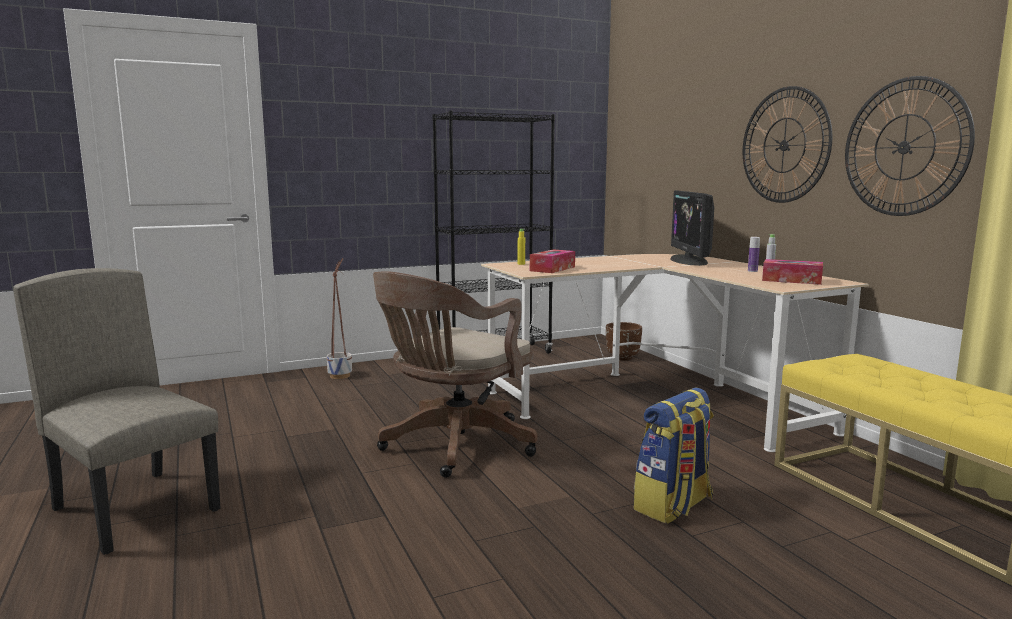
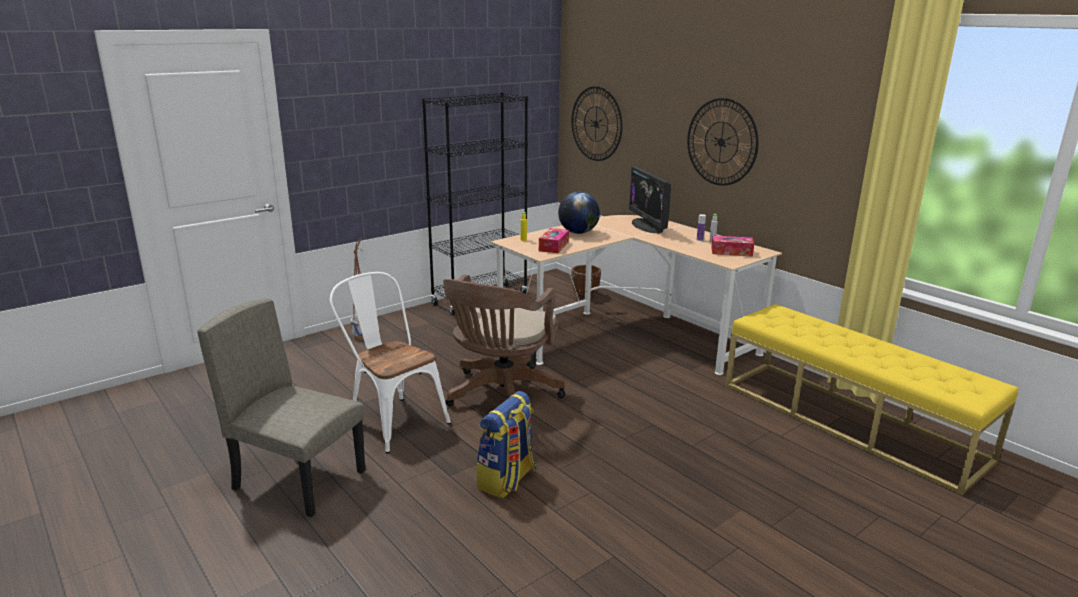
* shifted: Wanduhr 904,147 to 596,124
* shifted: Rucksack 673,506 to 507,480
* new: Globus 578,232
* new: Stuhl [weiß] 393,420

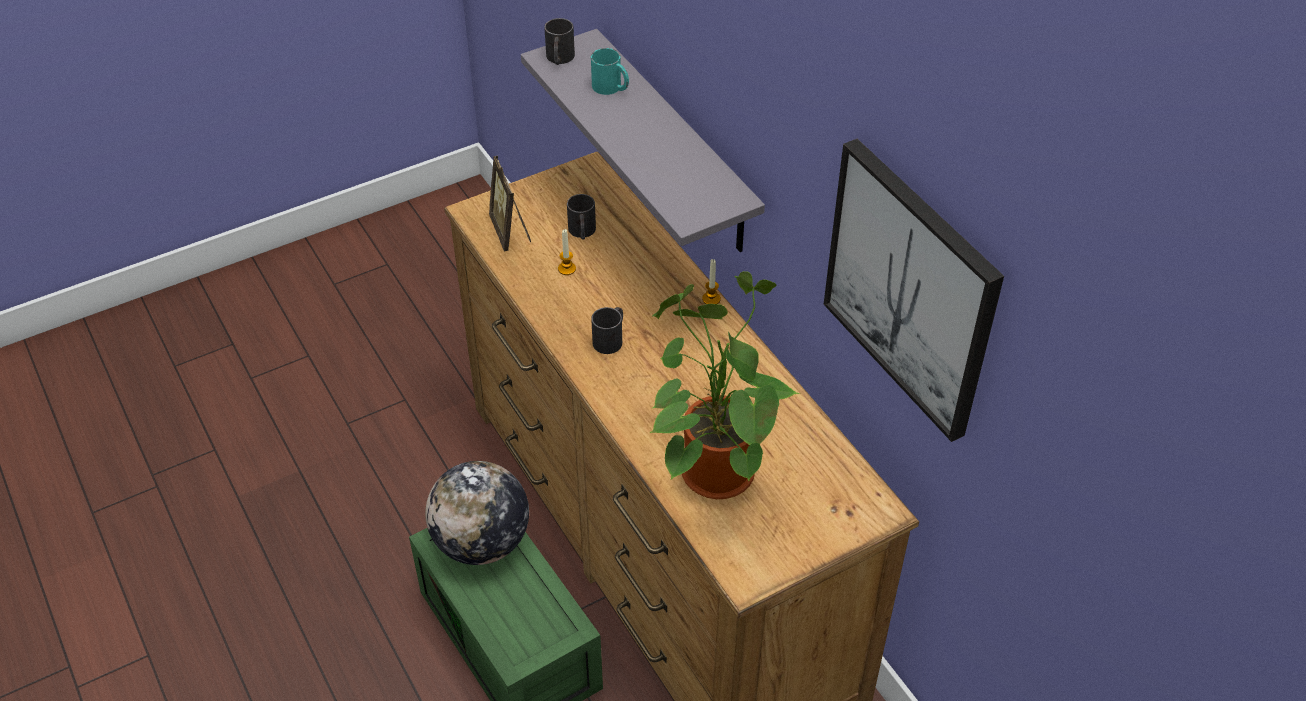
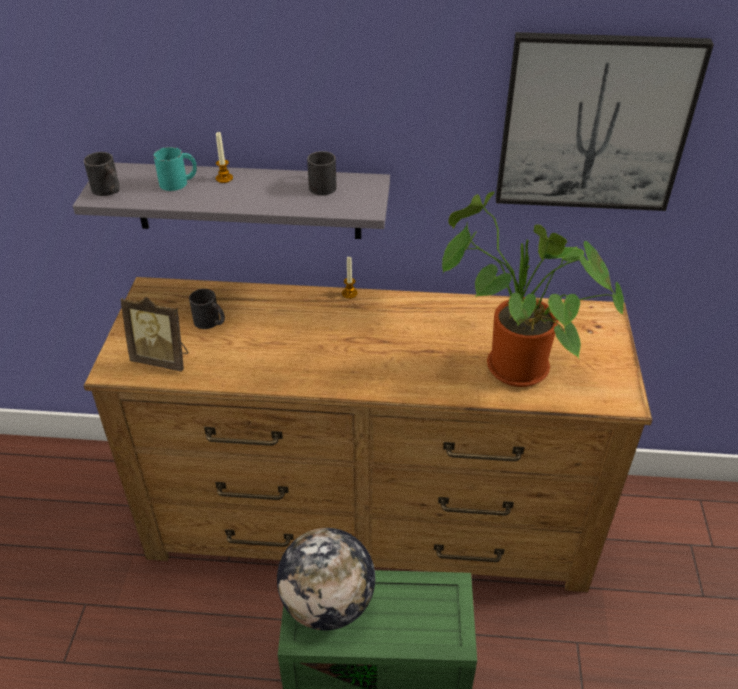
* shifted: Kerze 567,269 to 224,178
* shifted: Henkelbecher [schwarz] 611,338 to 320,185

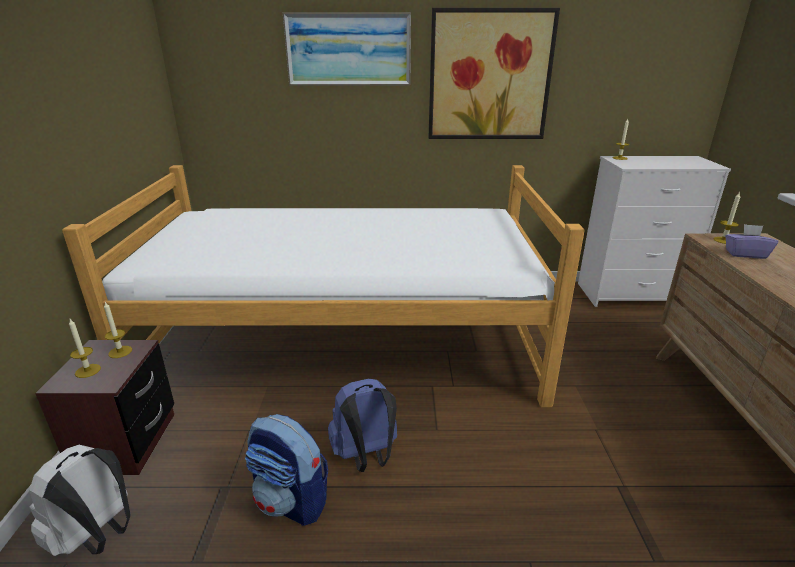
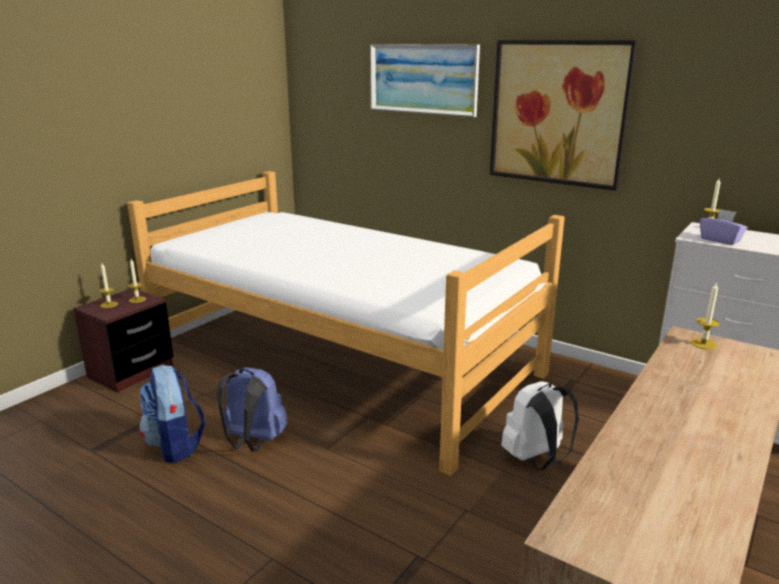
* shifted: Taschentuchbox [lila] 745,254 to 720,240
* shifted: Rucksack [weiß] 97,535 to 536,459

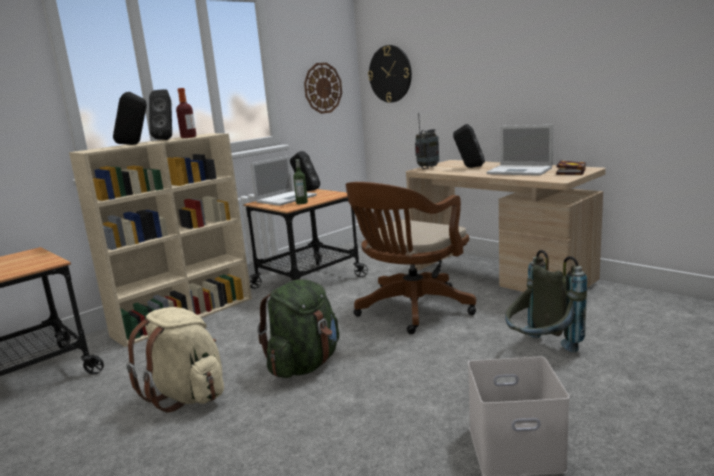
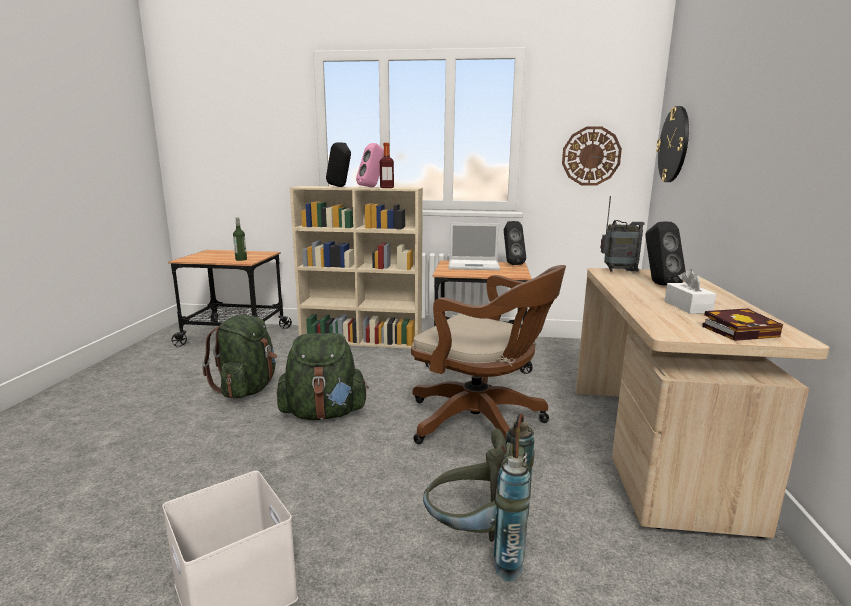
* repainted: Lautsprecher [schwarz] 167,139 to Lautsprecher [rosa] 372,187
* swapped: Laptop 521,171 to Taschentuchbox [weiß] 687,307
* shifted: Flasche 302,203 to 241,259
* rotated: Bürostuhl [braun] 410,310 = 482,424 150 degrees counterclockwise
* repainted: Rucksack [beige] 187,395 to Rucksack [grün] 247,389

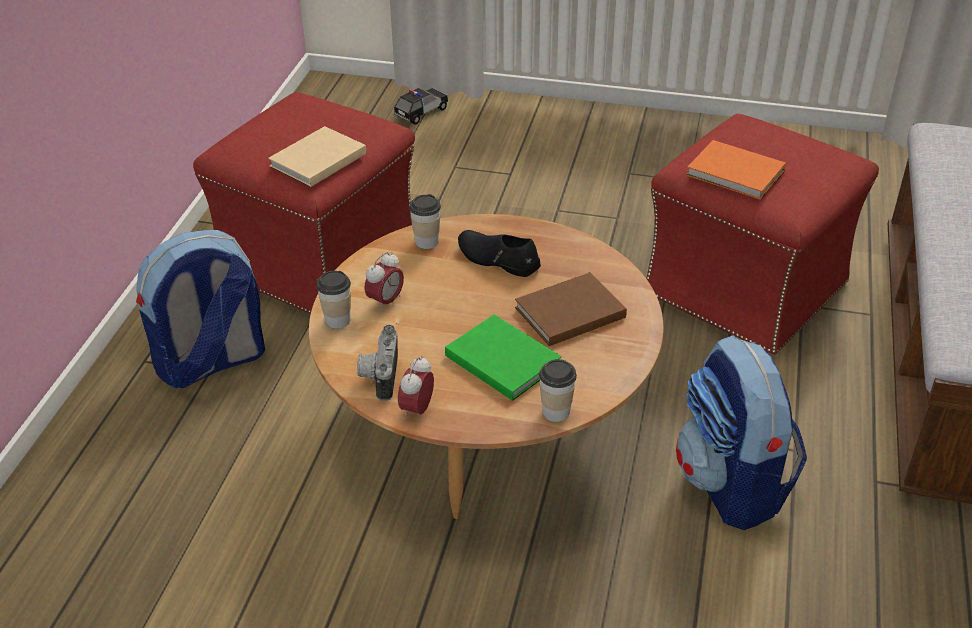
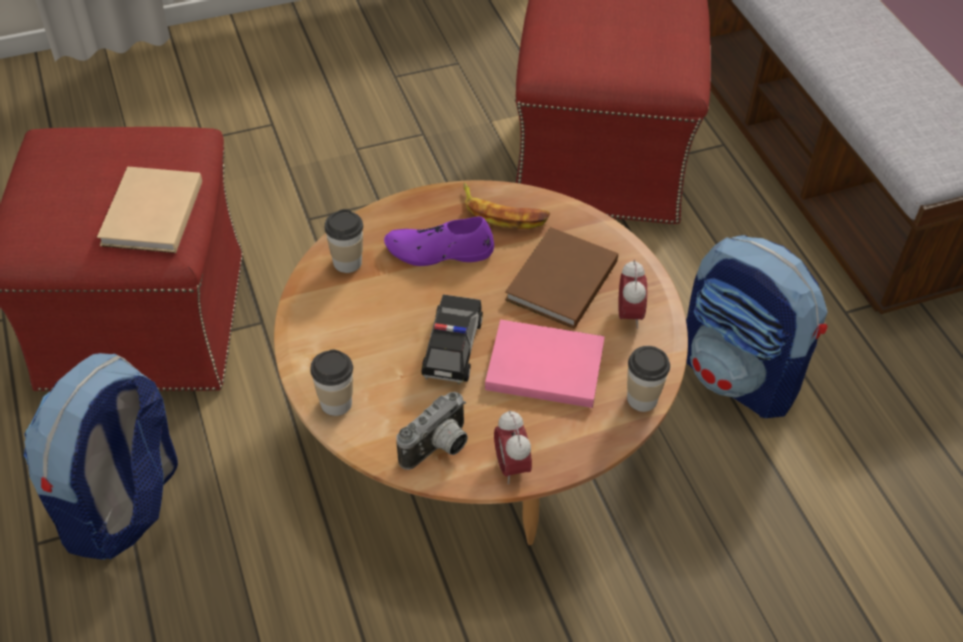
* shifted: Spielzeugauto 421,113 to 452,349
* gone: Buch [orange] 737,174
* repainted: Schuh [schwarz] 497,259 to Schuh [lila] 439,251
* shifted: Wecker 385,302 to 629,315
* repainted: Buch [grün] 502,358 to Buch [rosa] 542,365
* rotated: Kamera 378,376 = 439,448 105 degrees counterclockwise
* new: Banane 503,213

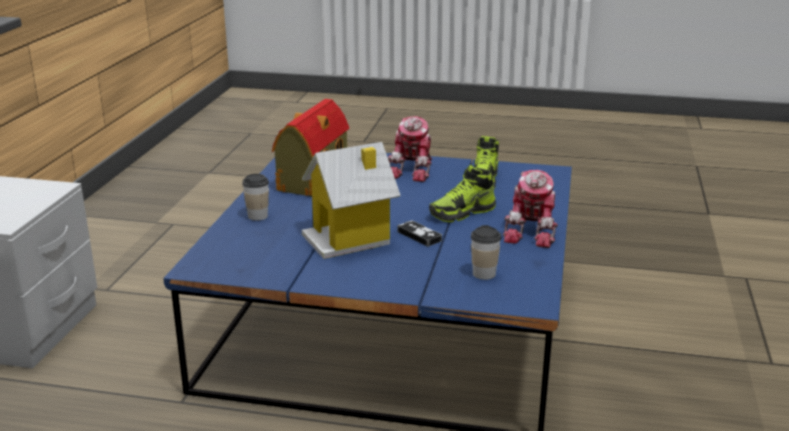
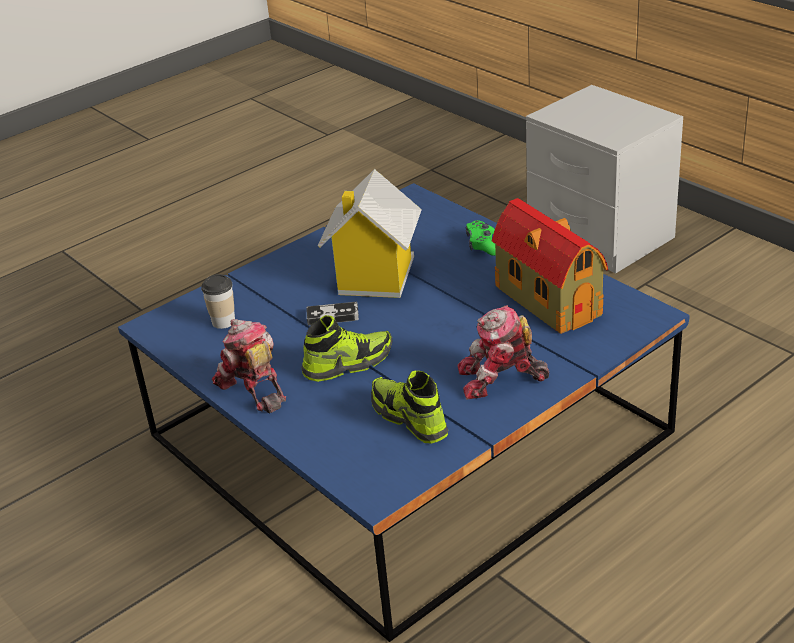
* rotated: Spielzeugroboter 414,170 = 500,379 60 degrees counterclockwise
* rotated: Schuh 462,213 = 348,363 60 degrees clockwise
* swapped: Tasse 257,216 to Gamepad [grün] 482,245

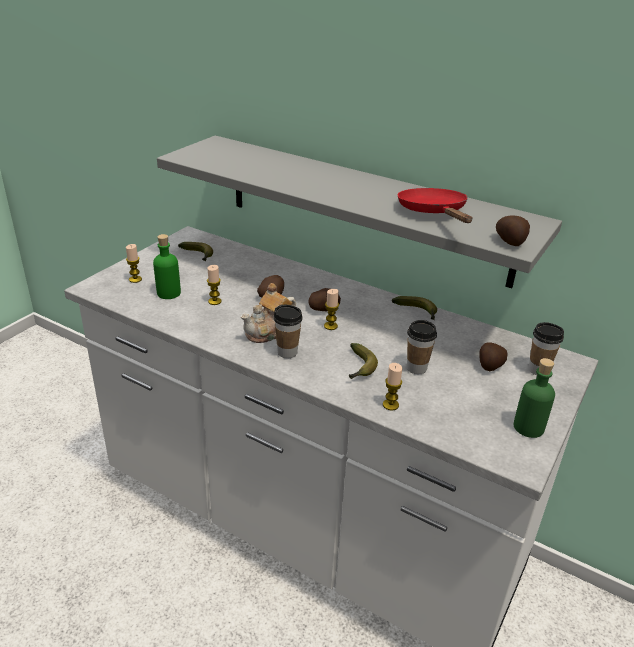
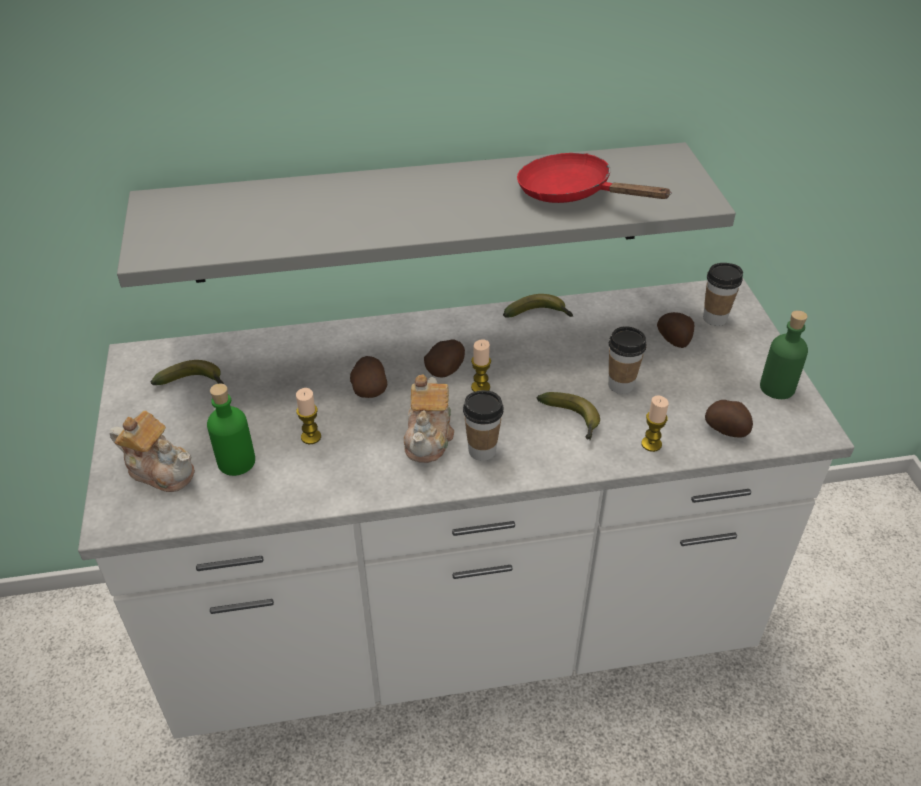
* shifted: Kartoffel 510,242 to 726,430
* swapped: Kerze 135,279 to Teekanne 160,470

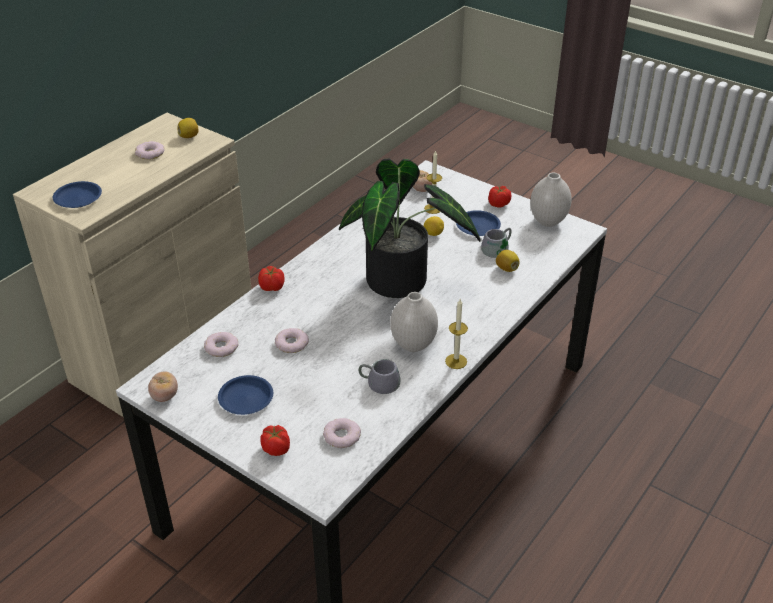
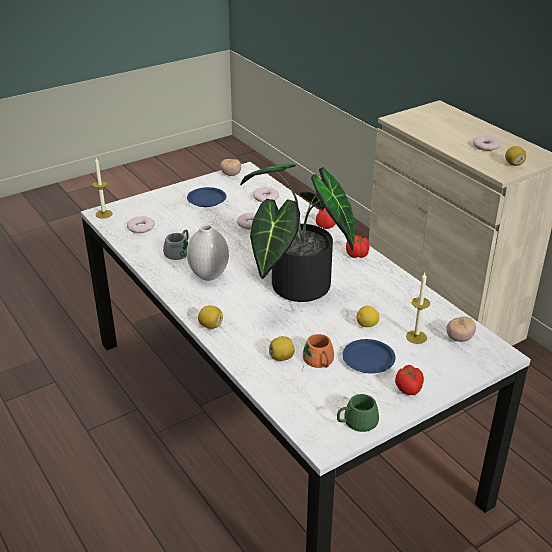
* swapped: Vase [weiß] 548,222 to Henkelbecher [grün] 355,419
* gone: Teller [blau] 77,198
* repainted: Henkelbecher [grau] 499,250 to Henkelbecher [orange] 316,362
* shifted: Kerze 456,361 to 104,214
* shifted: Tomate 276,449 to 357,255
* new: Zitrone 210,325

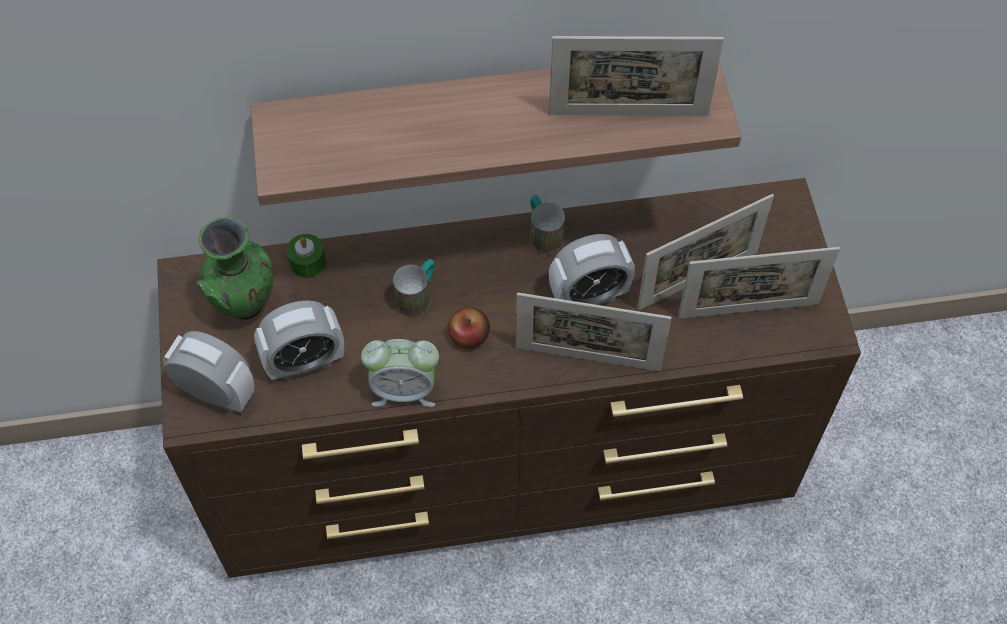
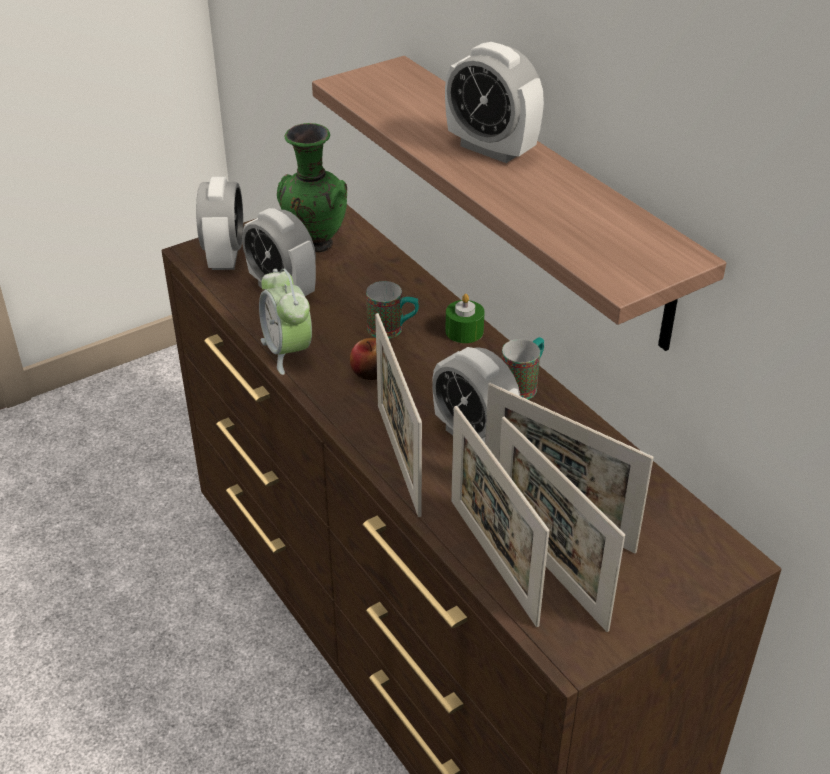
* shifted: Bilderrahmen 628,114 to 492,560
* shifted: Kerze [grün] 307,262 to 464,331
* new: Wecker 491,149

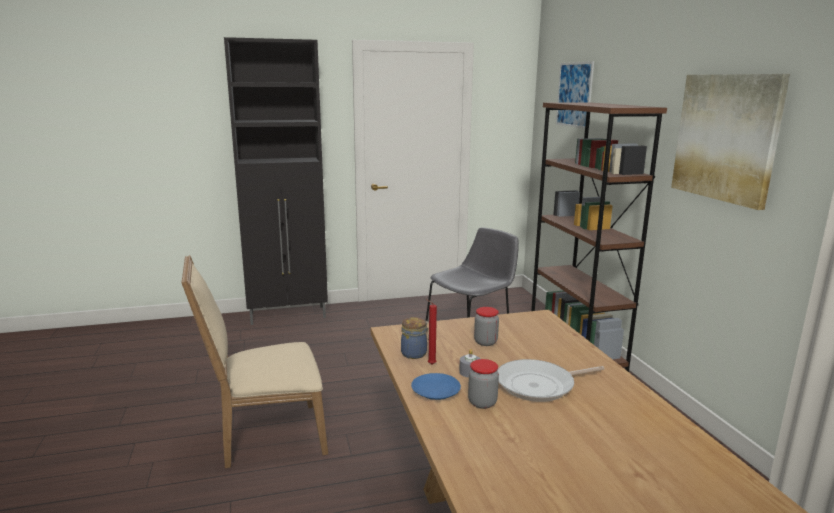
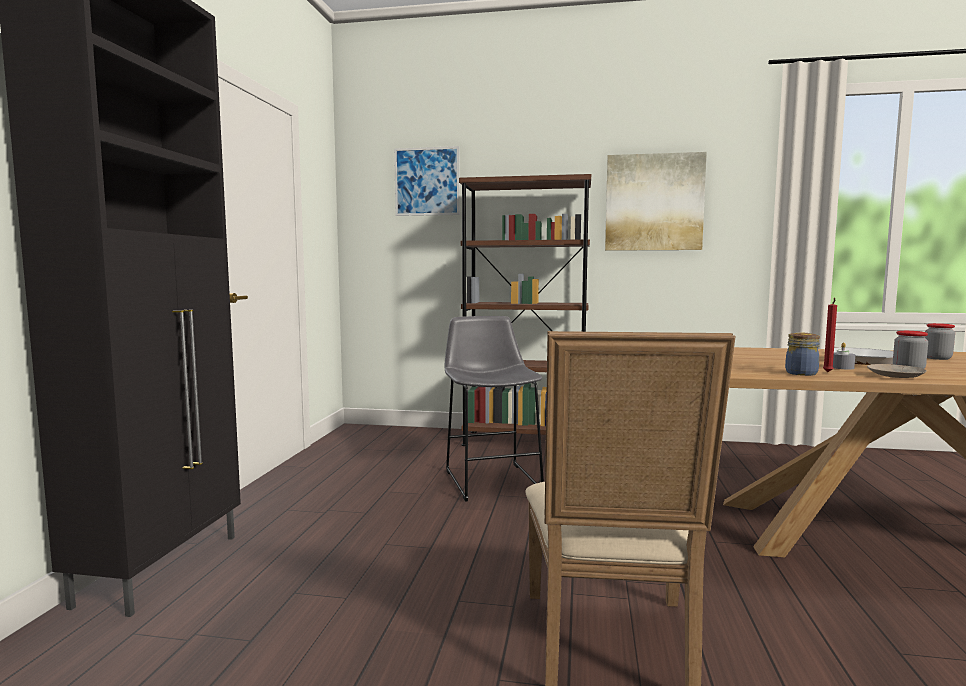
* shifted: Vorratsglas 485,342 to 937,358
* repainted: Teller [blau] 436,392 to Teller [beige] 896,376

